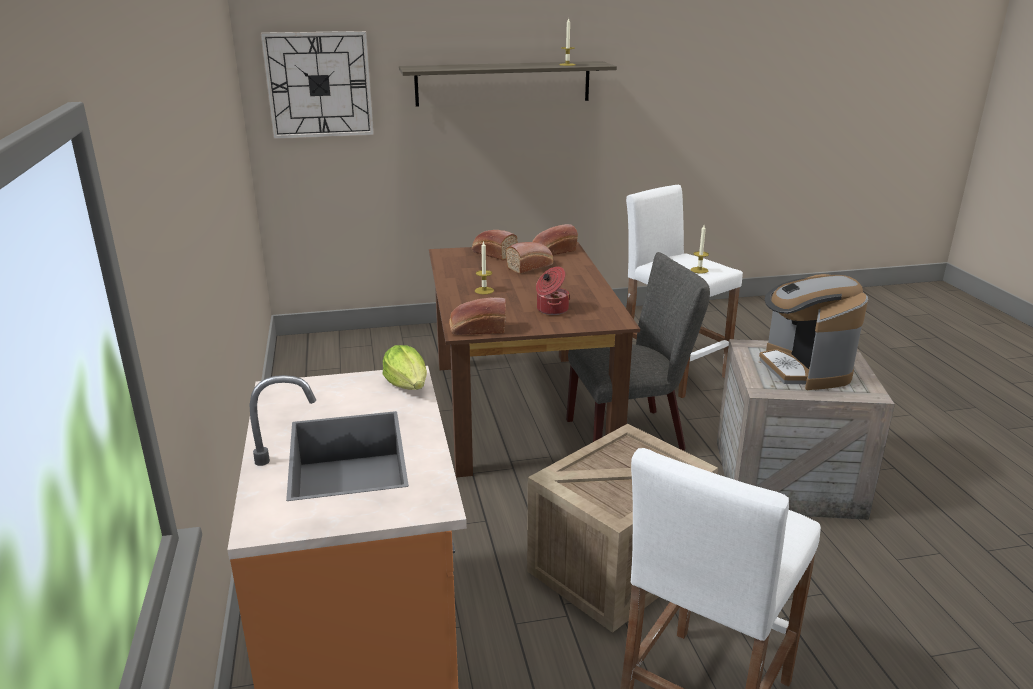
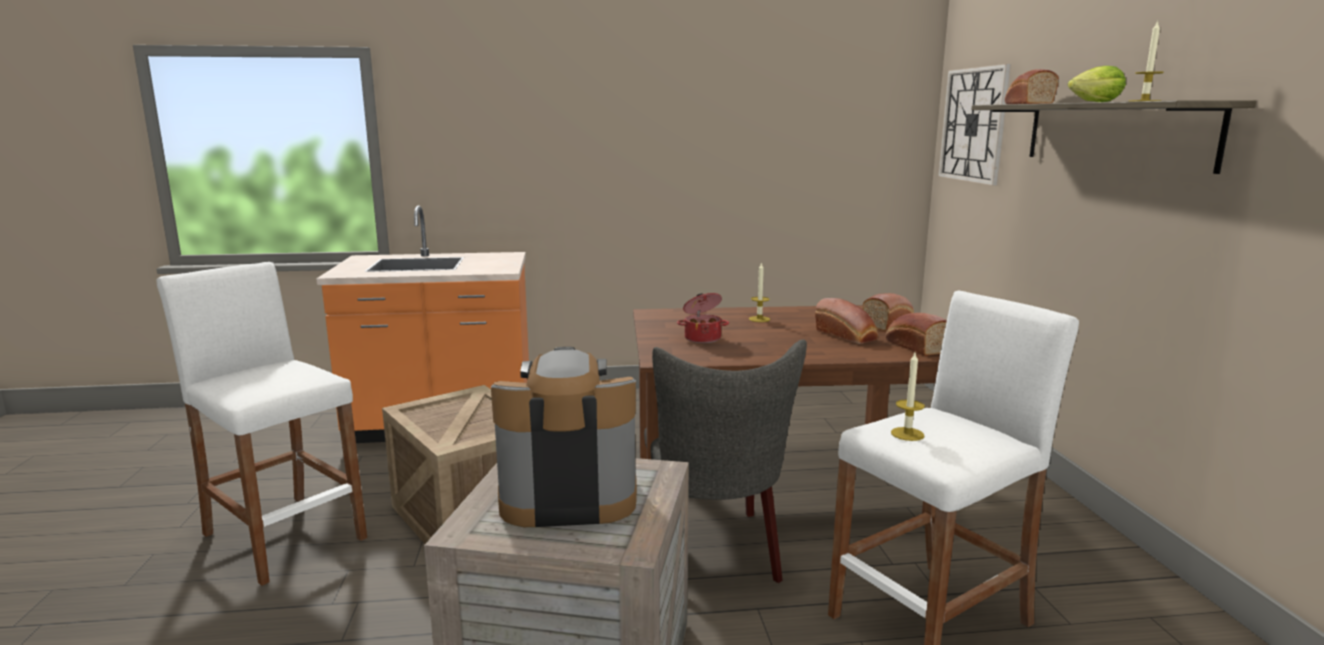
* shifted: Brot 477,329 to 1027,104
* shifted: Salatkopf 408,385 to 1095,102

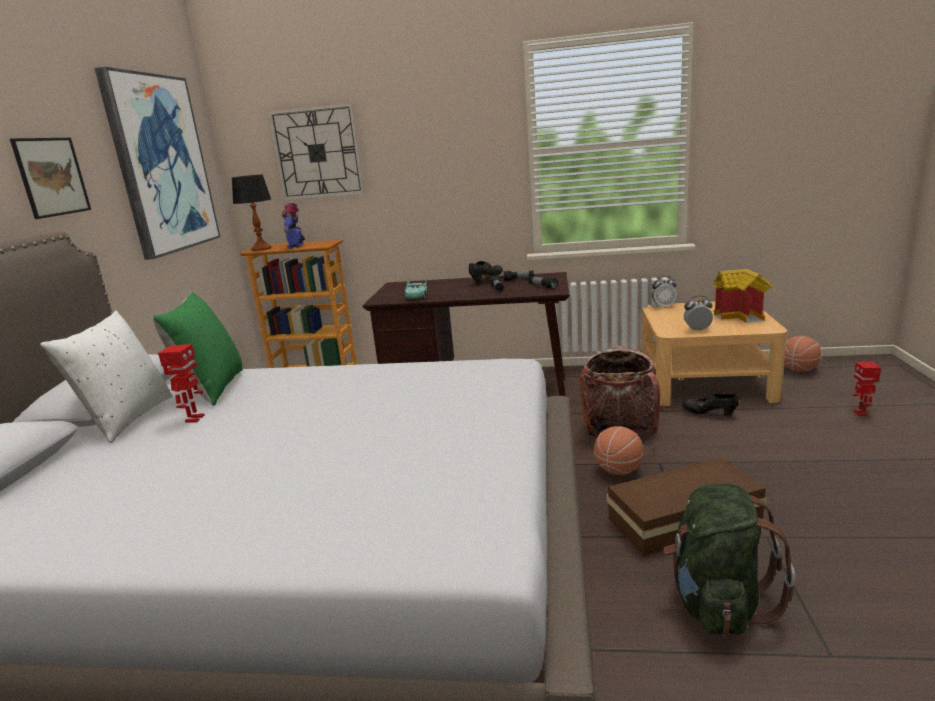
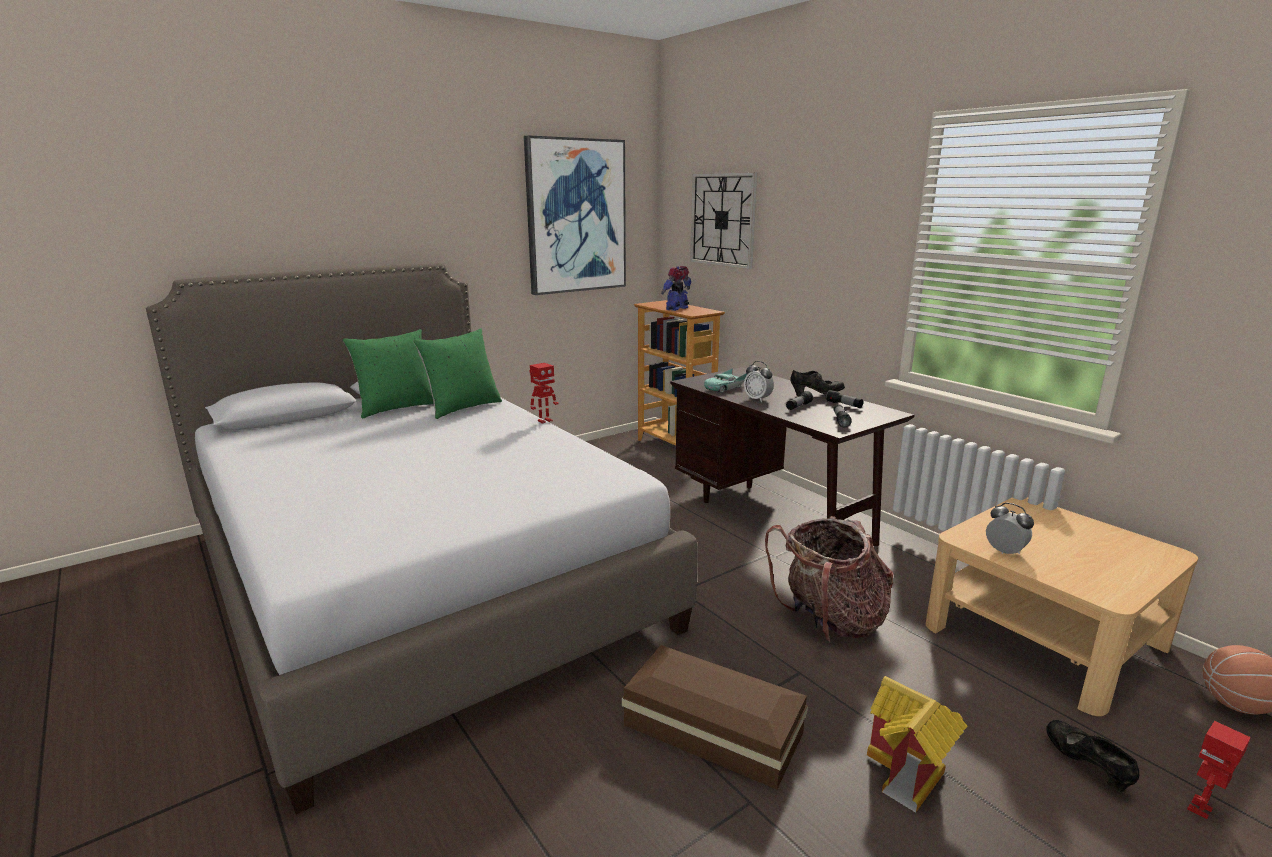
* gone: Bild 51,177
* gone: Tischlampe 261,249
* shifted: Spielzeughaus 742,316 to 910,775
* shifted: Wecker 663,306 to 757,399
* repainted: Kissen [weiß] 127,419 to Kissen [grün] 396,408
* shifted: Spielzeugroboter 193,419 to 544,421
* shifted: Schuh [schwarz] 709,414 to 1086,766
* gone: Basketball 618,470
* gone: Rucksack [grün] 717,603

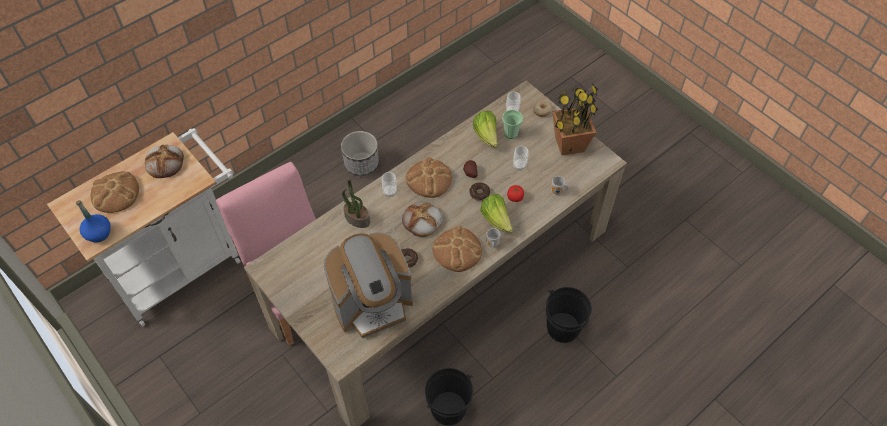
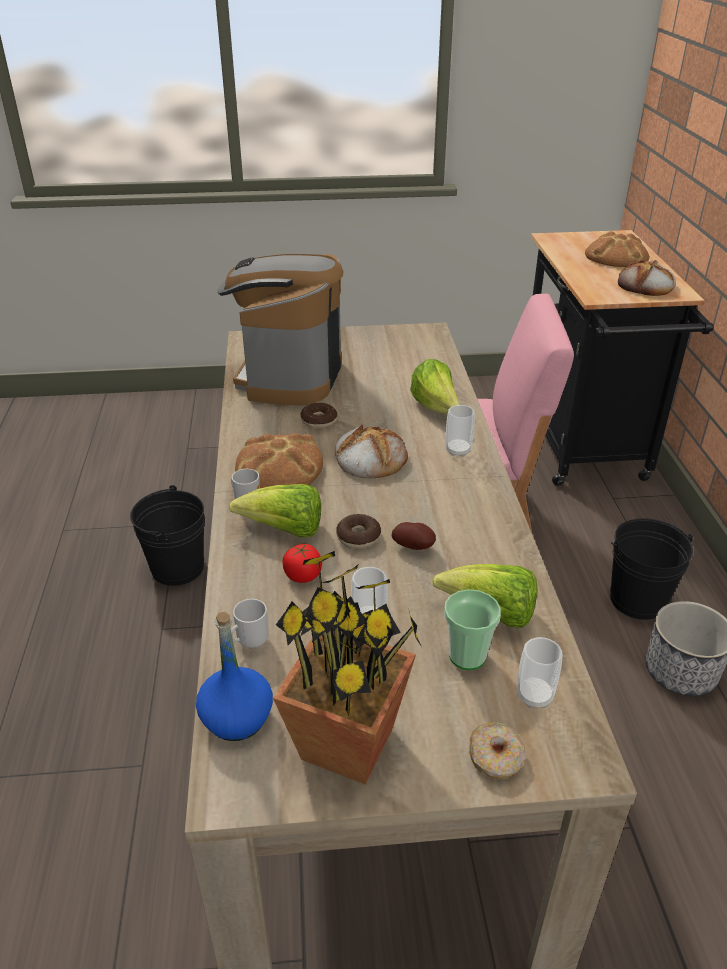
* repainted: Rollwagen [weiß] 182,265 to Rollwagen [schwarz] 583,446
* gone: Brot 429,179
* swapped: Topfpflanze 356,219 to Salatkopf 436,408
* shifted: Flasche [blau] 98,233 to 237,718
* shifted: Eimer [schwarz] 563,327 to 638,600

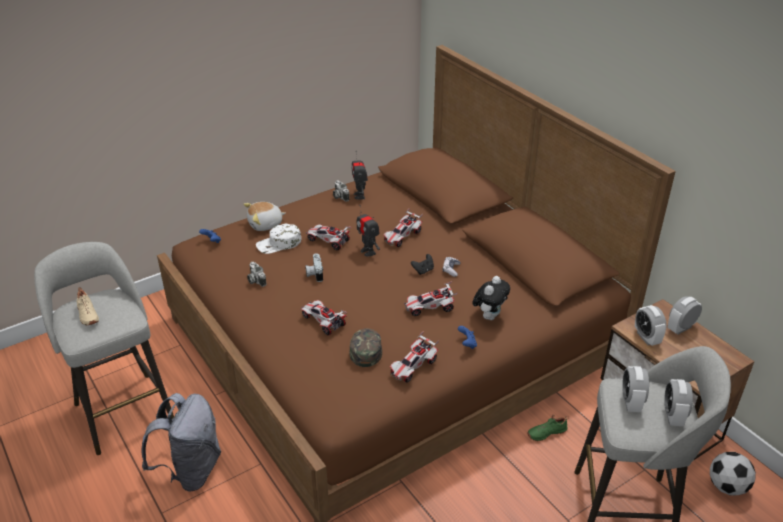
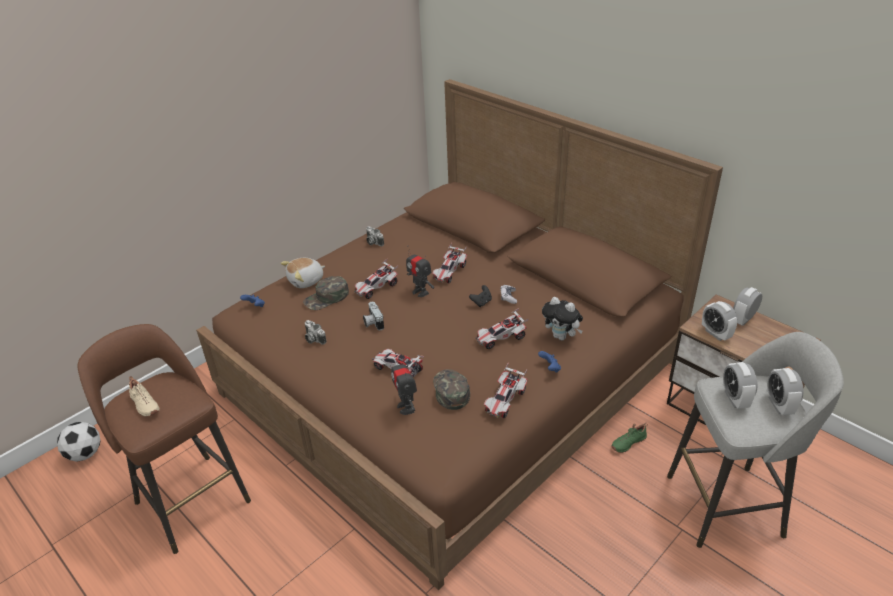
* shifted: Spielzeugroboter 359,195 to 406,407
* repainted: Kappe [weiß] 279,243 to Kappe [grün] 326,298
* rotated: Spielzeugauto 328,241 = 376,288 60 degrees counterclockwise
* repainted: Hocker [grau] 123,410 to Hocker [braun] 191,499
* rotated: Plüschtier 489,316 = 561,337 105 degrees clockwise
* gone: Rucksack [grau] 191,470
* shifted: Fußball 727,486 to 85,454

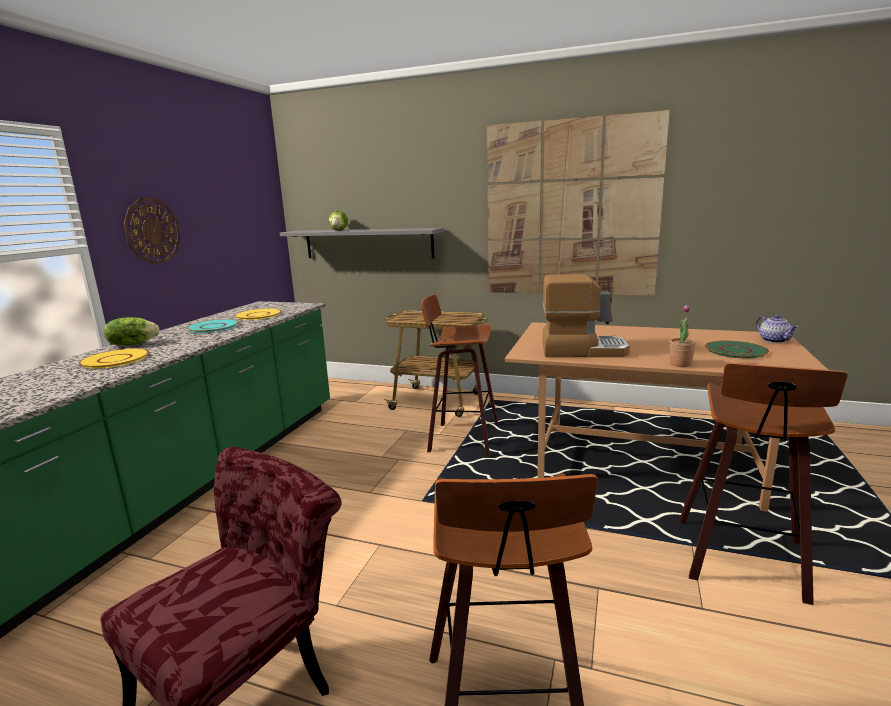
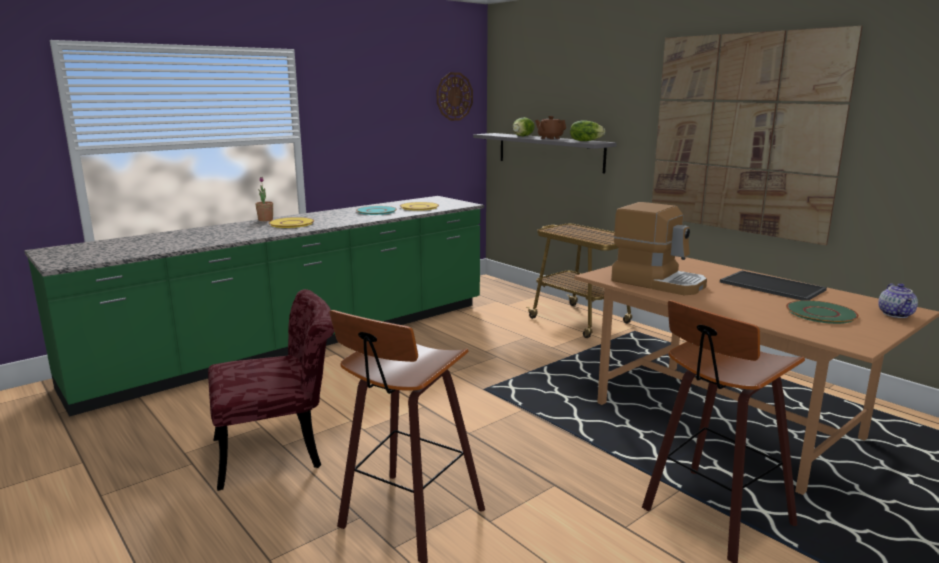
* shifted: Wanduhr 152,231 to 454,96
* gone: Hocker 461,439
* shifted: Topfpflanze 680,364 to 265,220
* shifted: Salatkopf 133,344 to 585,141
* new: Teekanne [braun] 550,138
* new: Tablett 770,286

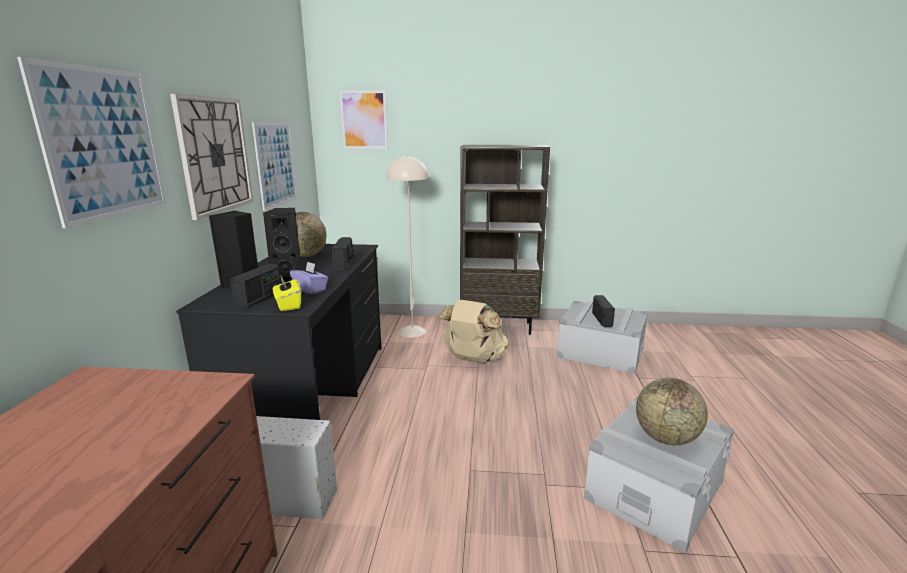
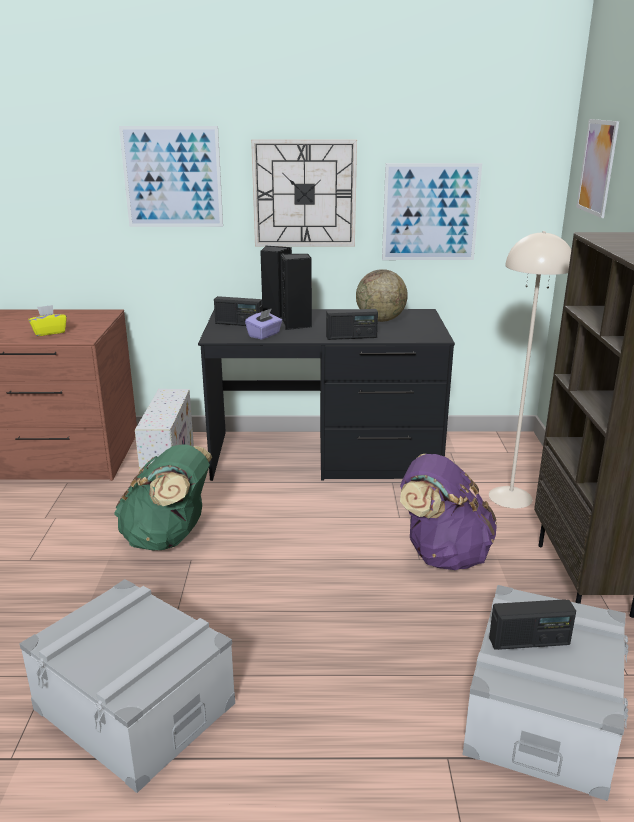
* shifted: Taschentuchbox [gelb] 288,305 to 49,332
* repainted: Rucksack [beige] 473,359 to Rucksack [lila] 443,554
* gone: Globus 666,438
* new: Rucksack [grün] 168,538

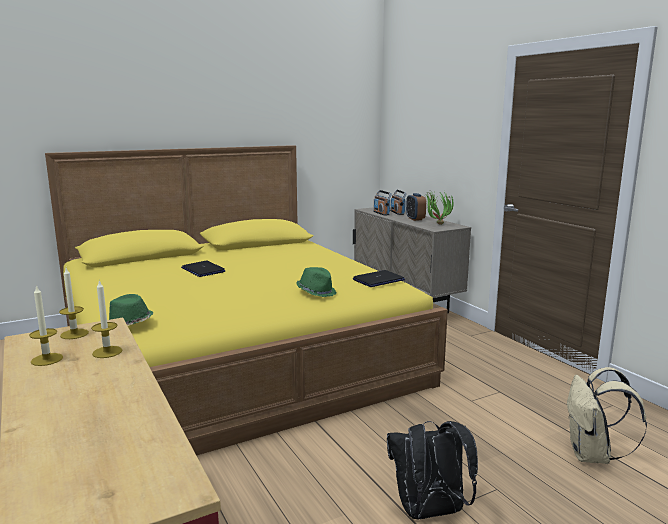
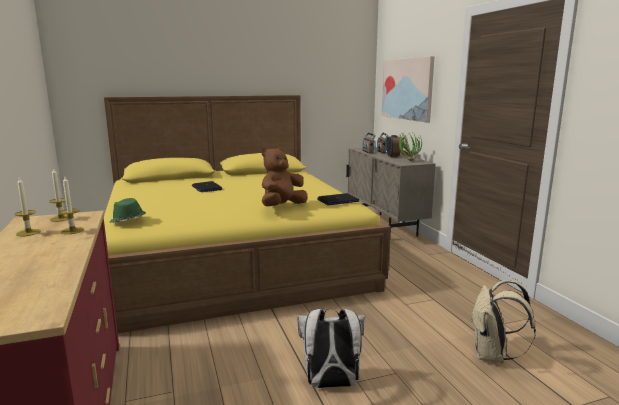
* swapped: Hut [grün] 316,292 to Plüschtier [braun] 282,206
* repainted: Rucksack [schwarz] 429,513 to Rucksack [weiß] 331,384
* new: Bild 407,89

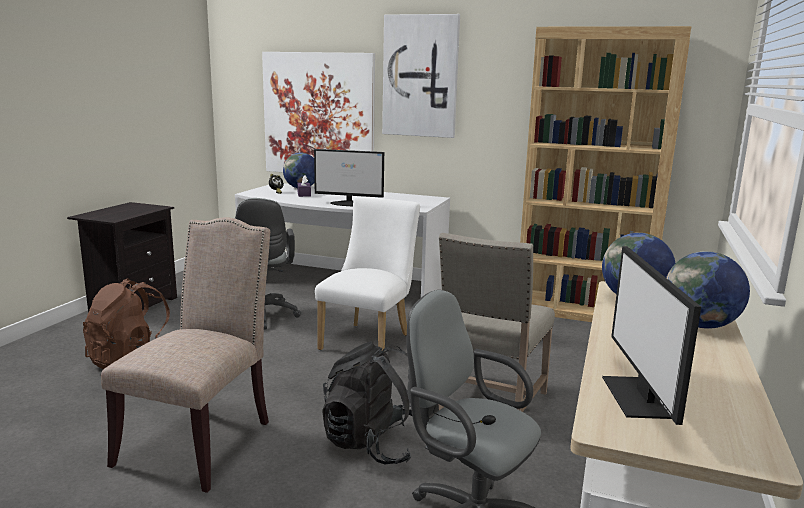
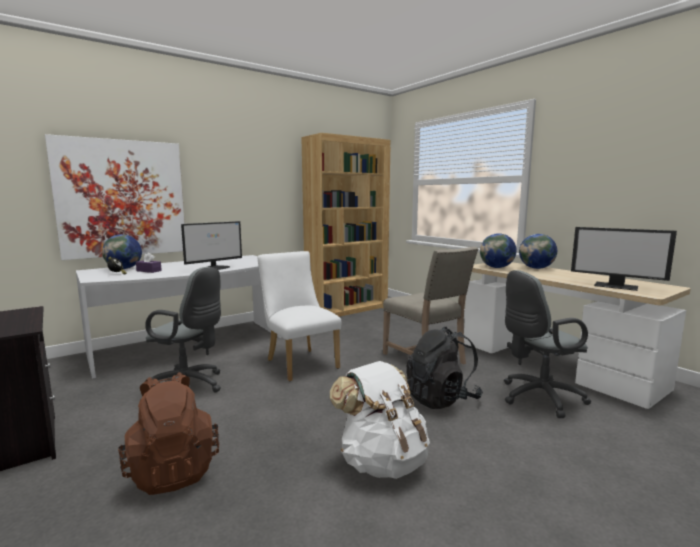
* gone: Bild 420,76
* swapped: Stuhl [beige] 201,440 to Rucksack [weiß] 382,461

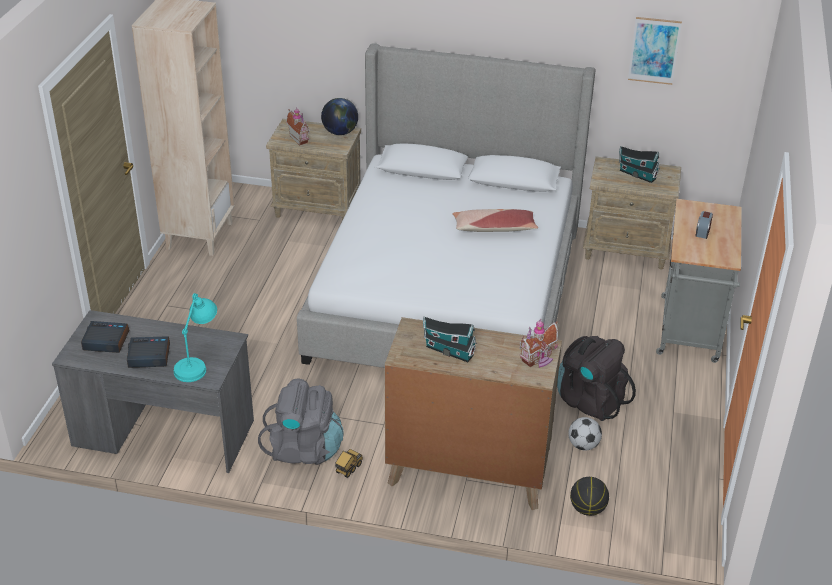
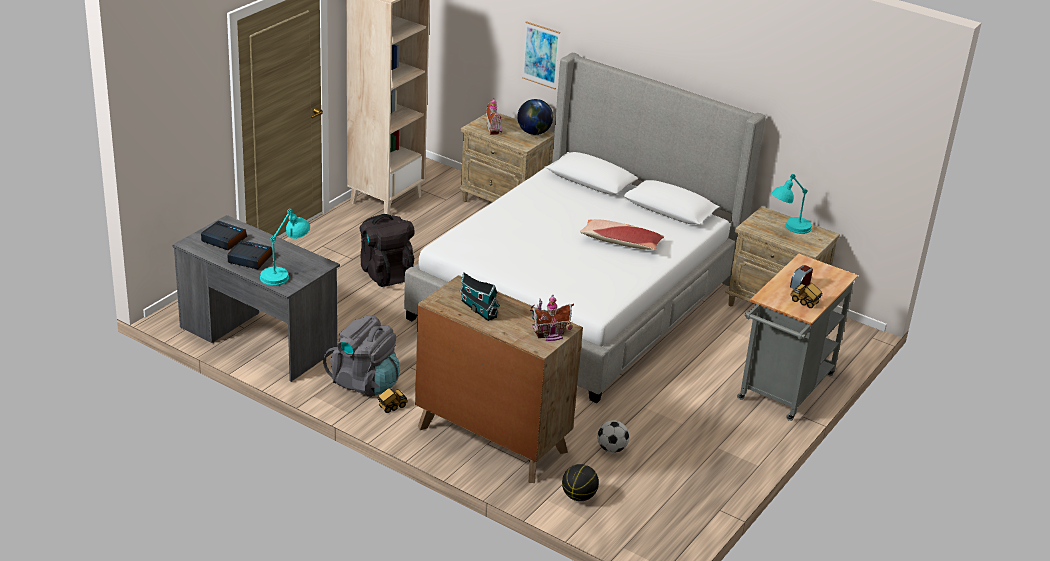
* shifted: Bild 654,50 to 541,55
* swapped: Spielzeughaus 636,174 to Tischlampe [türkis] 788,229
* shifted: Rucksack [schwarz] 590,400 to 386,273
* new: Spielzeuglaster 805,302

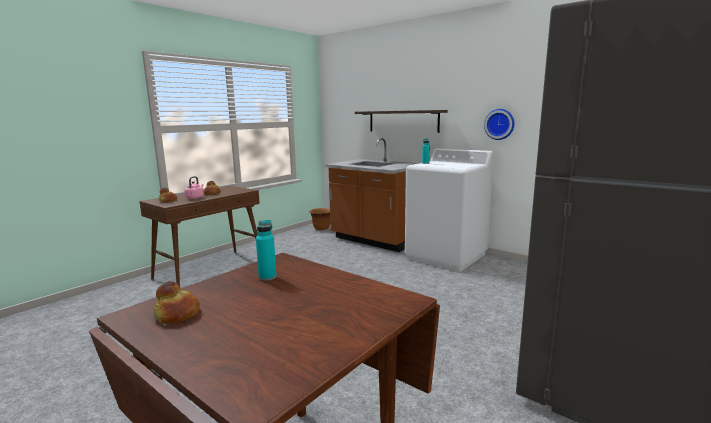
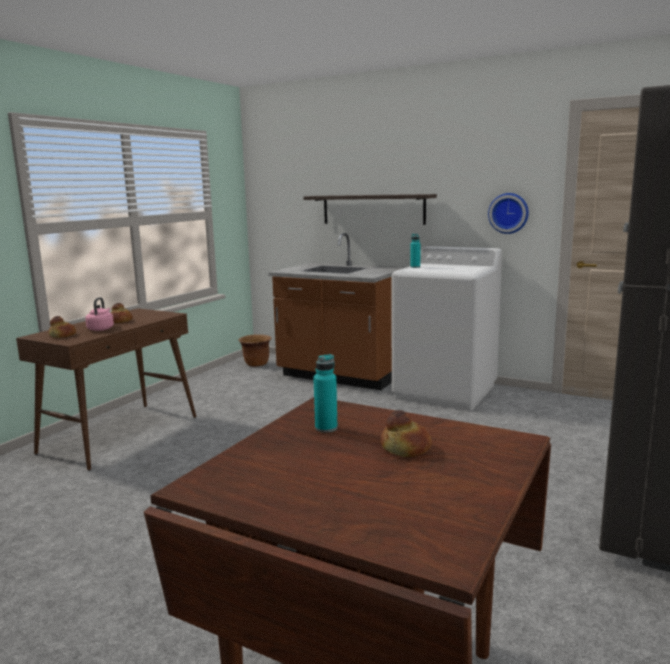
* shifted: Brot 178,314 to 406,448

